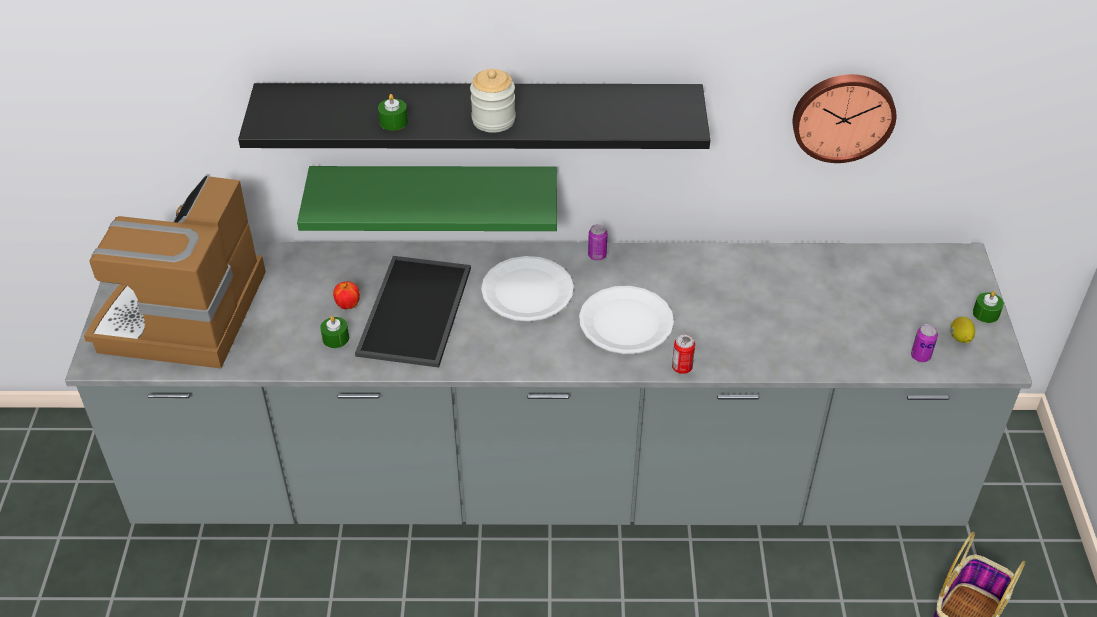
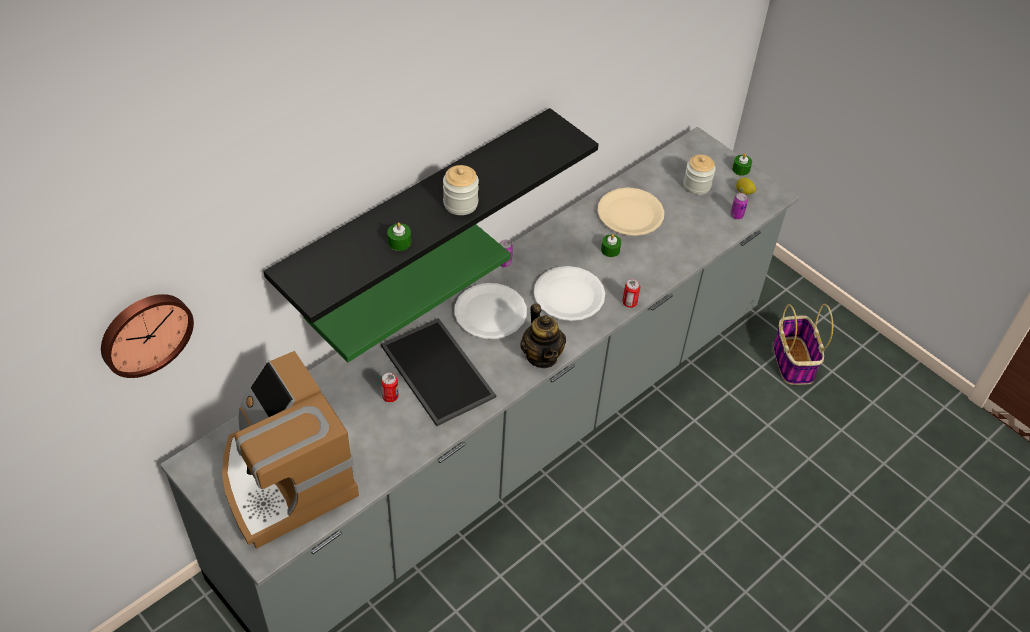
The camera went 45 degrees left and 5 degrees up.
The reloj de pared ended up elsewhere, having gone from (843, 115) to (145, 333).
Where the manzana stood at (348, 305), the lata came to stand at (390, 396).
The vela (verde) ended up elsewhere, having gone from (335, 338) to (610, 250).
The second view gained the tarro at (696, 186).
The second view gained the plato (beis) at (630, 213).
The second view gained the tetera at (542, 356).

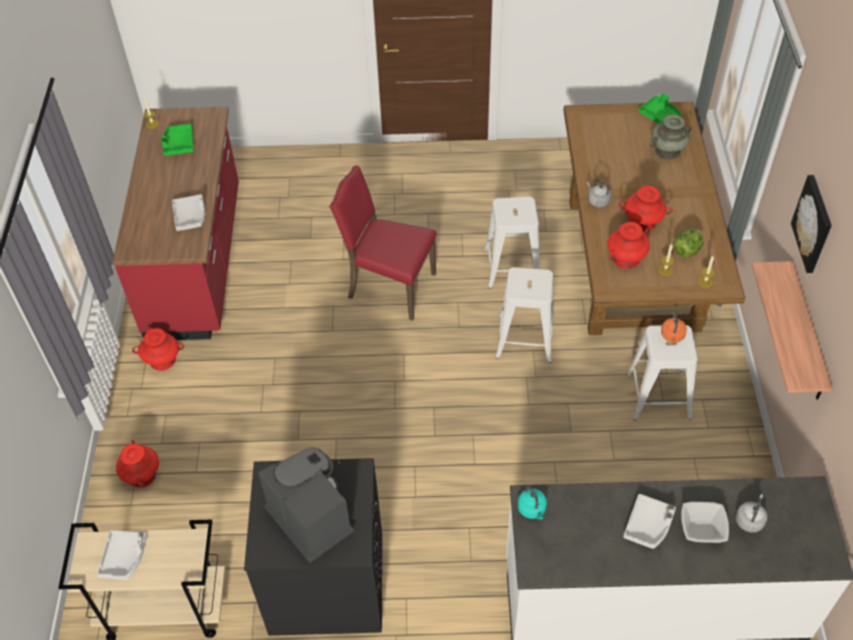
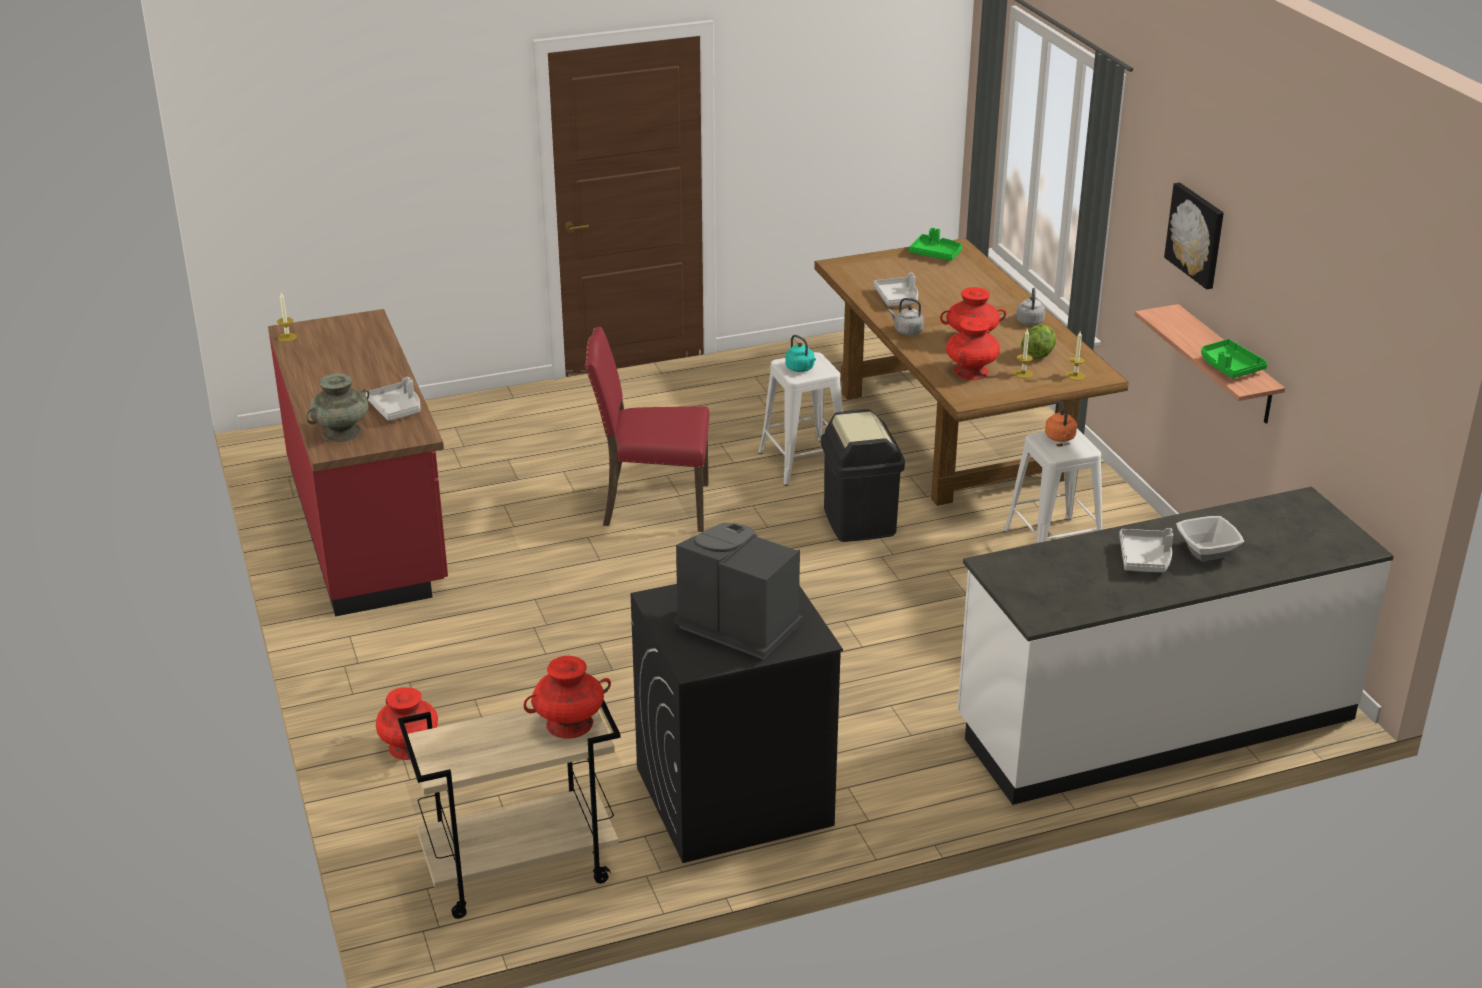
The camera went 20 degrees left and 20 degrees down.
The florero (turquesa) ended up elsewhere, having gone from (667, 151) to (341, 432).
The bandeja (verde) ended up elsewhere, having gone from (179, 144) to (1229, 367).
Where the taburete (blanco) stood at (525, 338), the papelera (negro) came to stand at (858, 522).
The florero (rojo) ended up elsewhere, having gone from (162, 360) to (569, 724).
The hervidor (turquesa) ended up elsewhere, having gone from (532, 509) to (801, 368).
The hervidor (gris) ended up elsewhere, having gone from (750, 520) to (1029, 321).
The bandeja (gris) ended up elsewhere, having gone from (124, 558) to (897, 298).

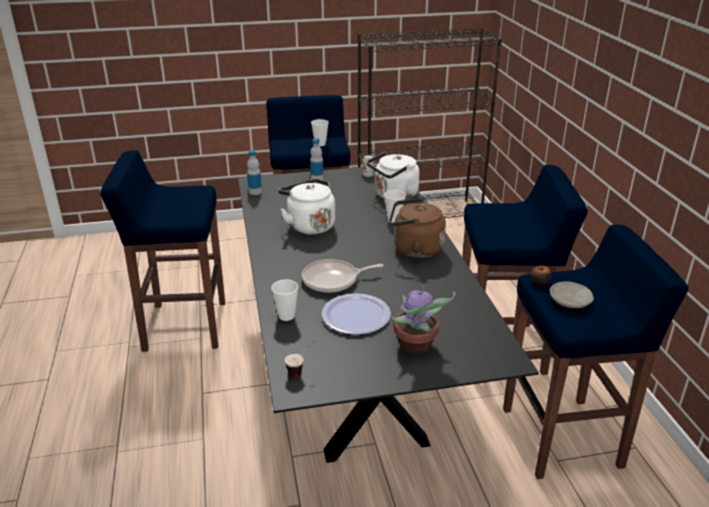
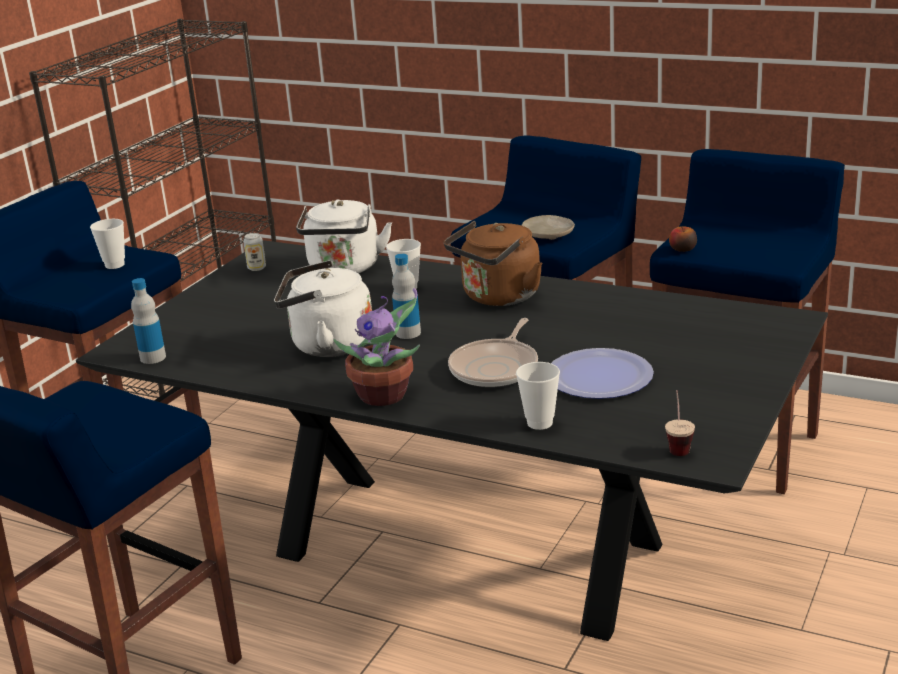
The camera went 50 degrees left and 5 degrees down.
The botella ended up elsewhere, having gone from (317, 179) to (408, 333).
The plato (beis) ended up elsewhere, having gone from (570, 301) to (549, 235).
The planta en maceta ended up elsewhere, having gone from (415, 346) to (385, 396).

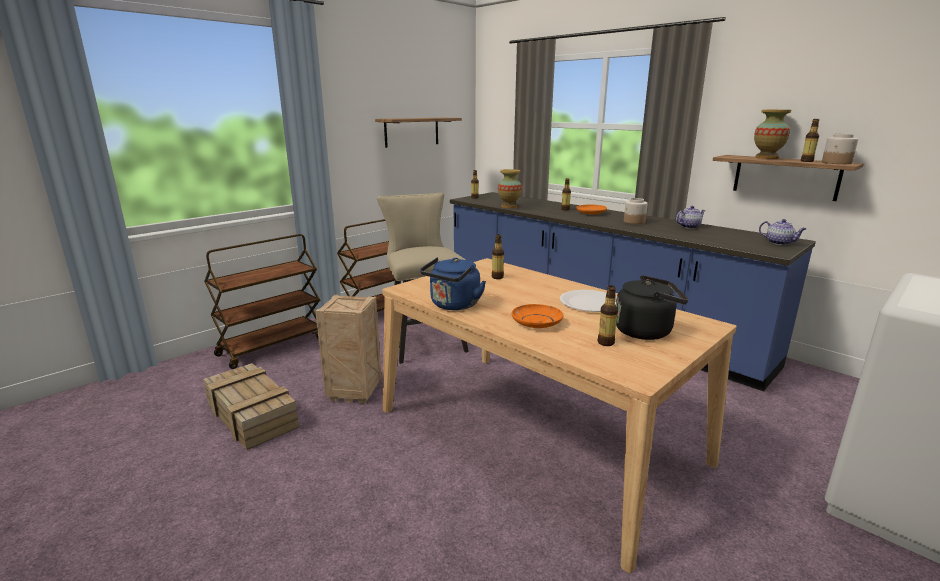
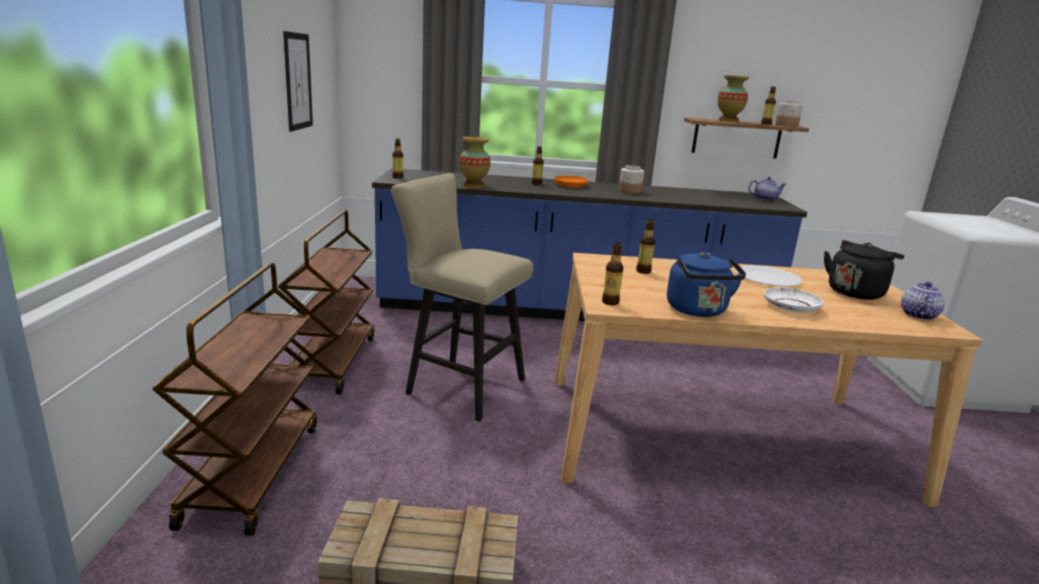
The camera went 45 degrees left and 0 degrees up.
Where the estante hung at (412, 132), the cuadro came to hang at (298, 81).
The tetera ended up elsewhere, having gone from (689, 227) to (917, 315).
The botella ended up elsewhere, having gone from (605, 343) to (610, 302).
The second view lost the caja de embalaje at (355, 392).
What was the plato (naranja) at (536, 322) turned into the plato (blanco) at (791, 307).

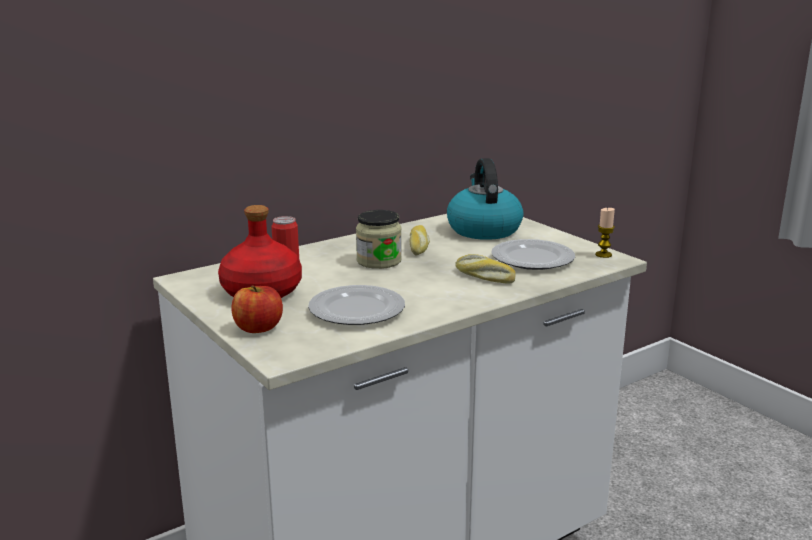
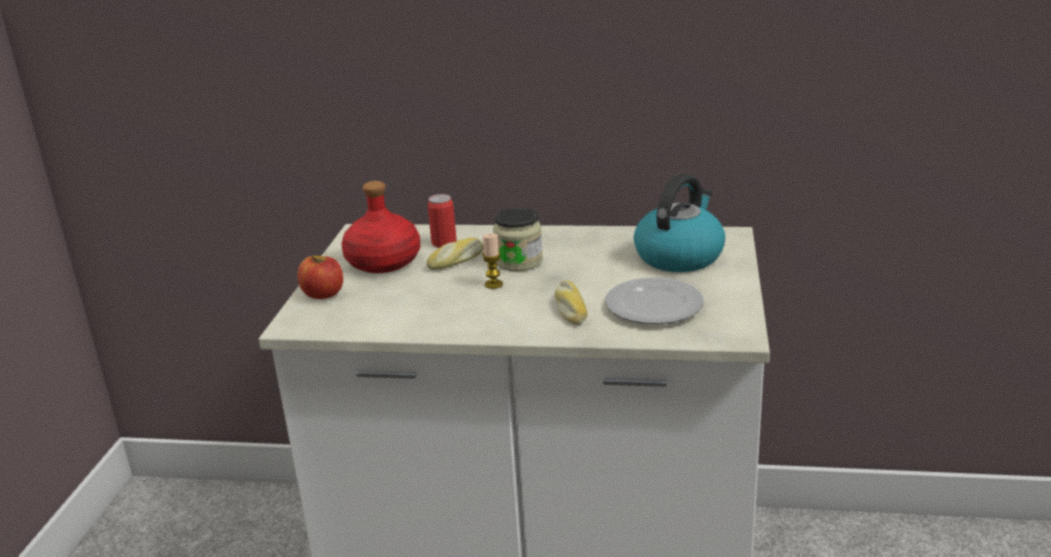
The camera went 45 degrees right and 5 degrees up.
The vela ended up elsewhere, having gone from (603, 255) to (493, 284).
The pan ended up elsewhere, having gone from (419, 247) to (457, 261).
The second view lost the plato at (358, 310).

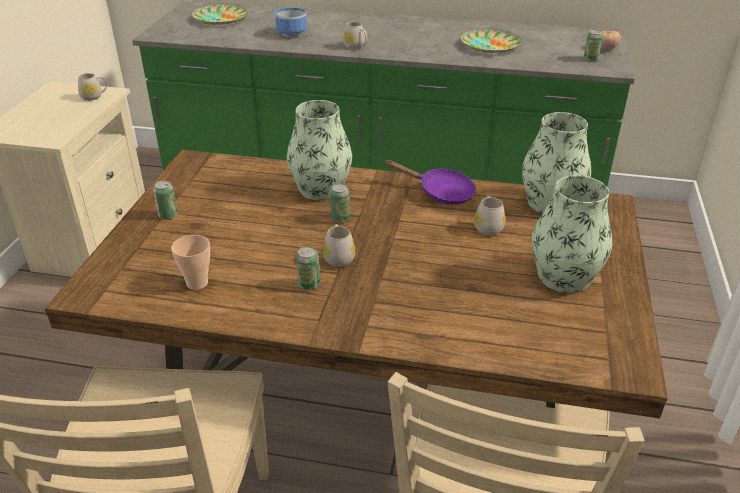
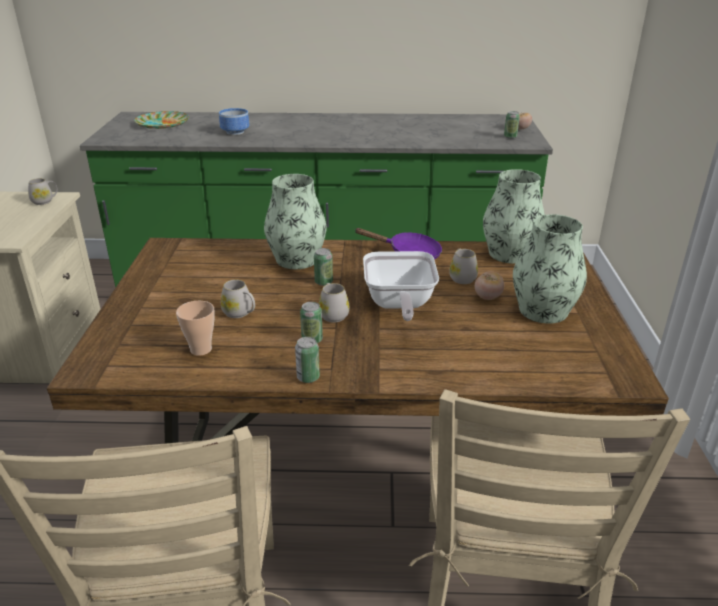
The camera went 10 degrees left and 5 degrees down.
The taza grande (blanco) ended up elsewhere, having gone from (356, 47) to (240, 313).
The second view lost the plato at (490, 45).
The lata ended up elsewhere, having gone from (168, 215) to (308, 377).
The second view gained the sartén at (398, 305).
The second view gained the tomate at (488, 297).

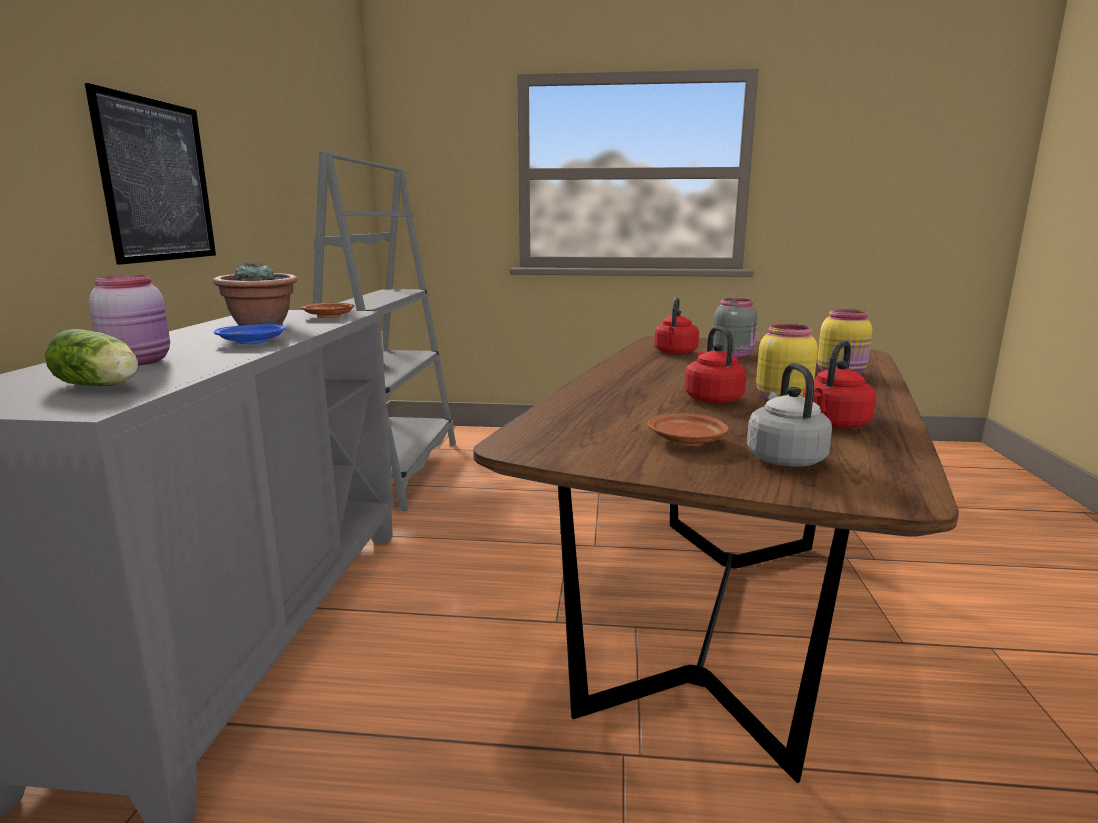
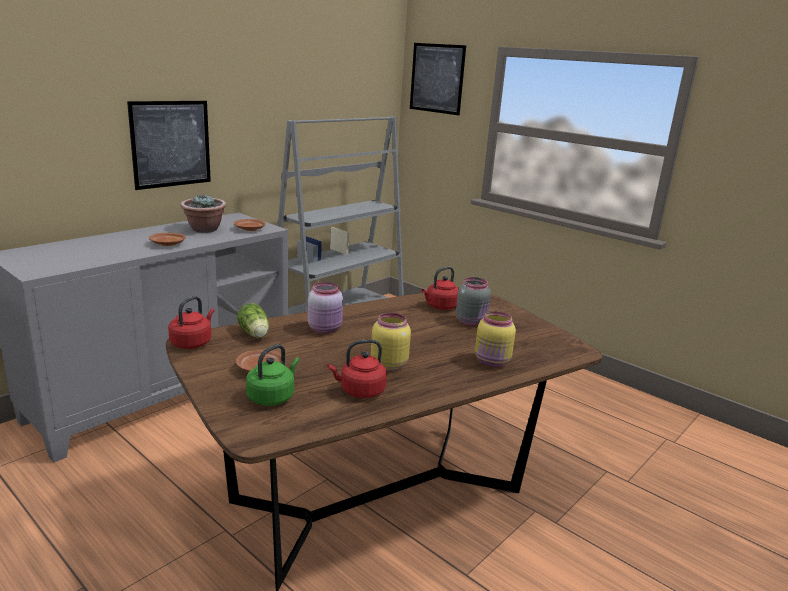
The camera went 35 degrees right and 5 degrees up.
The tarro (rosa) ended up elsewhere, having gone from (140, 361) to (325, 329).
What was the plato (azul) at (253, 342) turned into the plato (marrón) at (168, 244).
The hervidor (rojo) ended up elsewhere, having gone from (712, 398) to (192, 343).
The lechuga ended up elsewhere, having gone from (101, 386) to (255, 334).
What was the hervidor (gris) at (784, 458) turned into the hervidor (verde) at (272, 397).
The second view gained the cuadro at (437, 78).

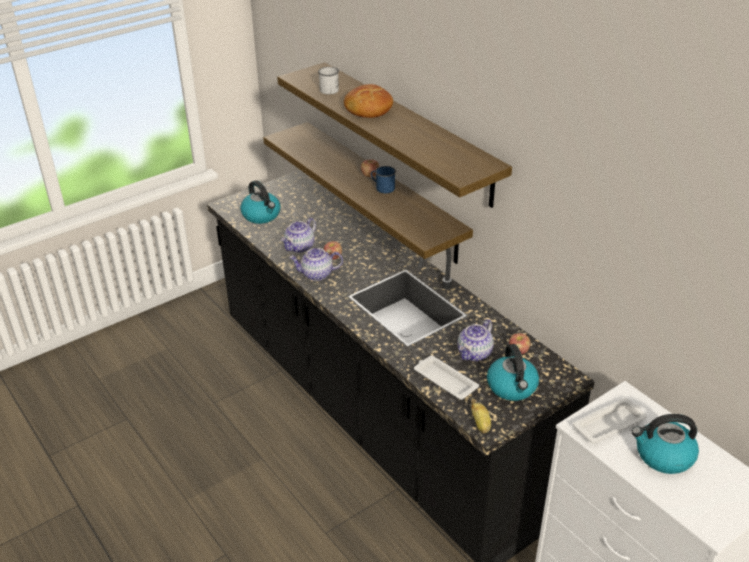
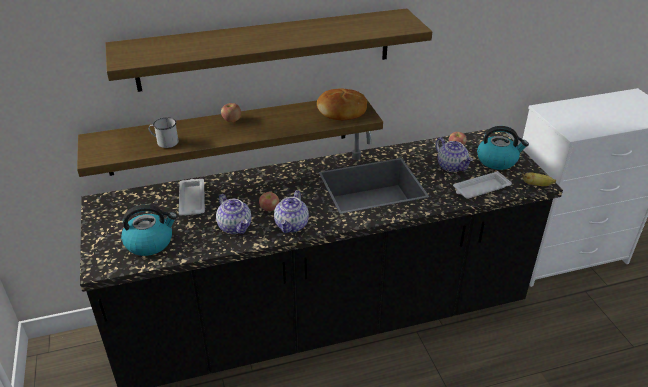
The camera went 70 degrees left and 0 degrees up.
The taza grande (blanco) ended up elsewhere, having gone from (329, 89) to (164, 142).
The pan ended up elsewhere, having gone from (368, 109) to (342, 112).
The second view lost the taza grande (azul) at (382, 188).
The bandeja (blanco) ended up elsewhere, having gone from (610, 424) to (192, 199).
The second view lost the hervidor at (663, 456).

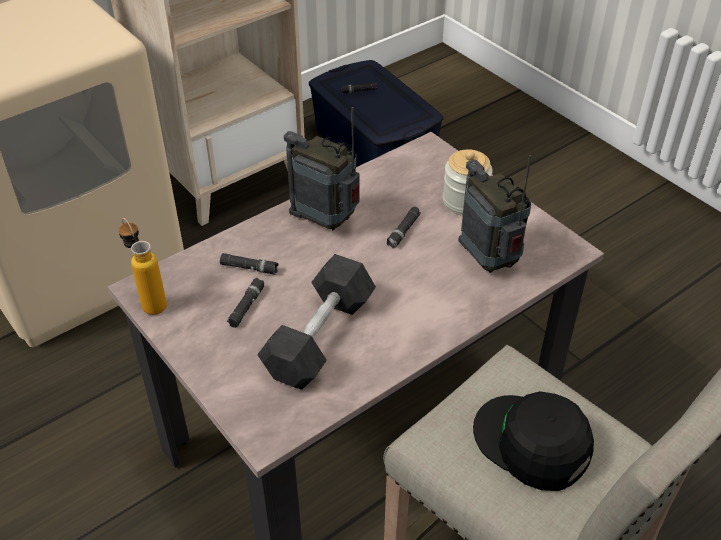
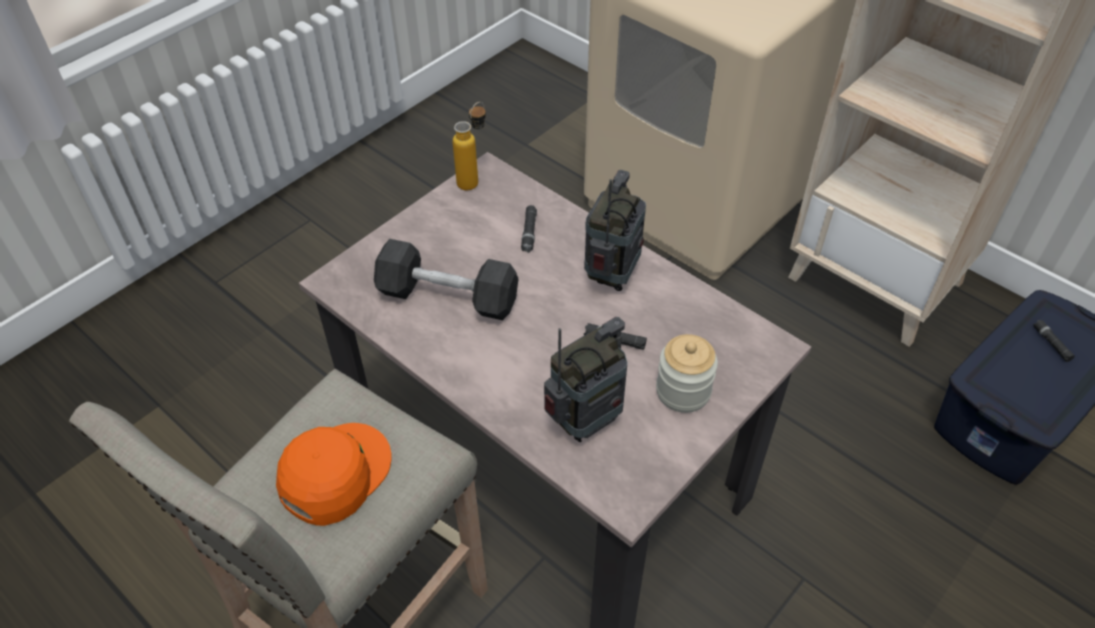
The camera went 80 degrees right and 5 degrees up.
The second view lost the linterna (negro) at (246, 306).
What was the gorra (negro) at (532, 443) turned into the gorra (naranja) at (334, 474).

